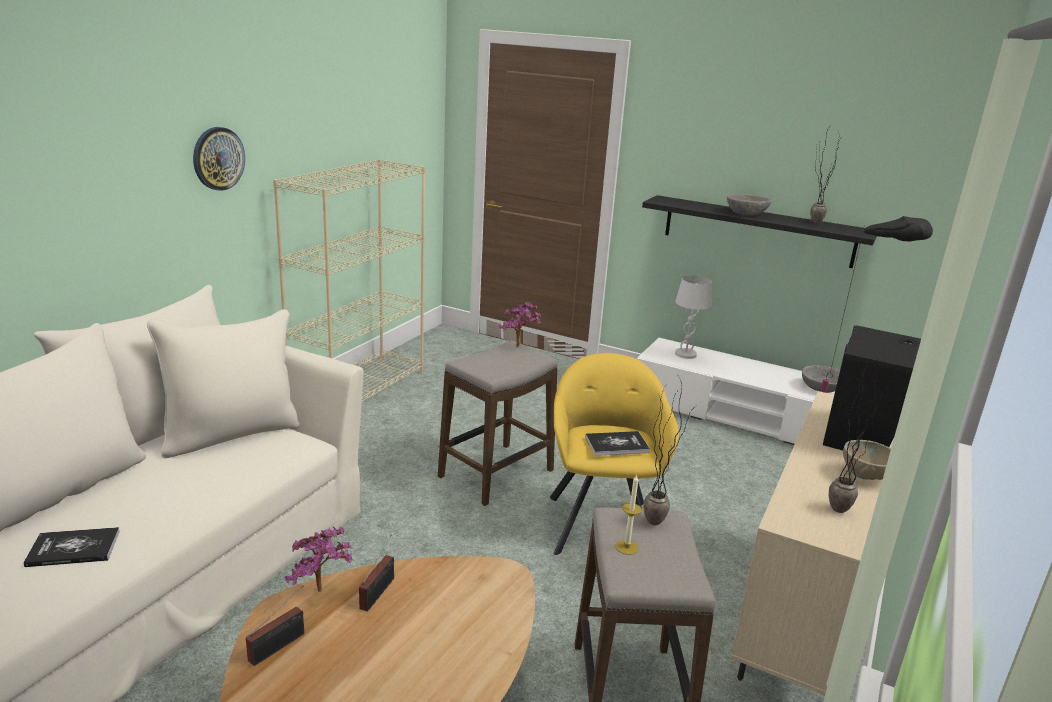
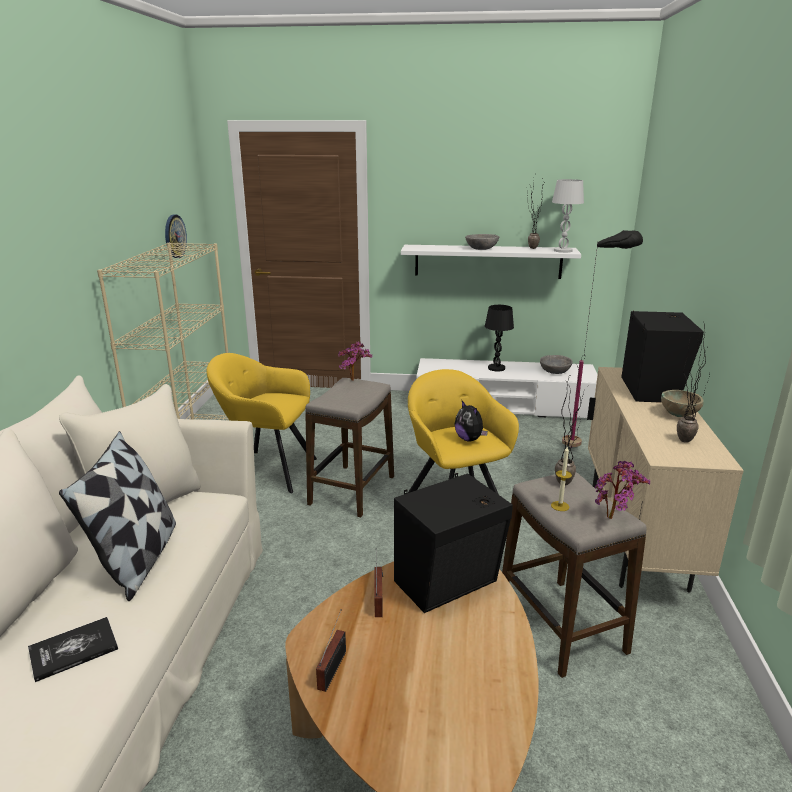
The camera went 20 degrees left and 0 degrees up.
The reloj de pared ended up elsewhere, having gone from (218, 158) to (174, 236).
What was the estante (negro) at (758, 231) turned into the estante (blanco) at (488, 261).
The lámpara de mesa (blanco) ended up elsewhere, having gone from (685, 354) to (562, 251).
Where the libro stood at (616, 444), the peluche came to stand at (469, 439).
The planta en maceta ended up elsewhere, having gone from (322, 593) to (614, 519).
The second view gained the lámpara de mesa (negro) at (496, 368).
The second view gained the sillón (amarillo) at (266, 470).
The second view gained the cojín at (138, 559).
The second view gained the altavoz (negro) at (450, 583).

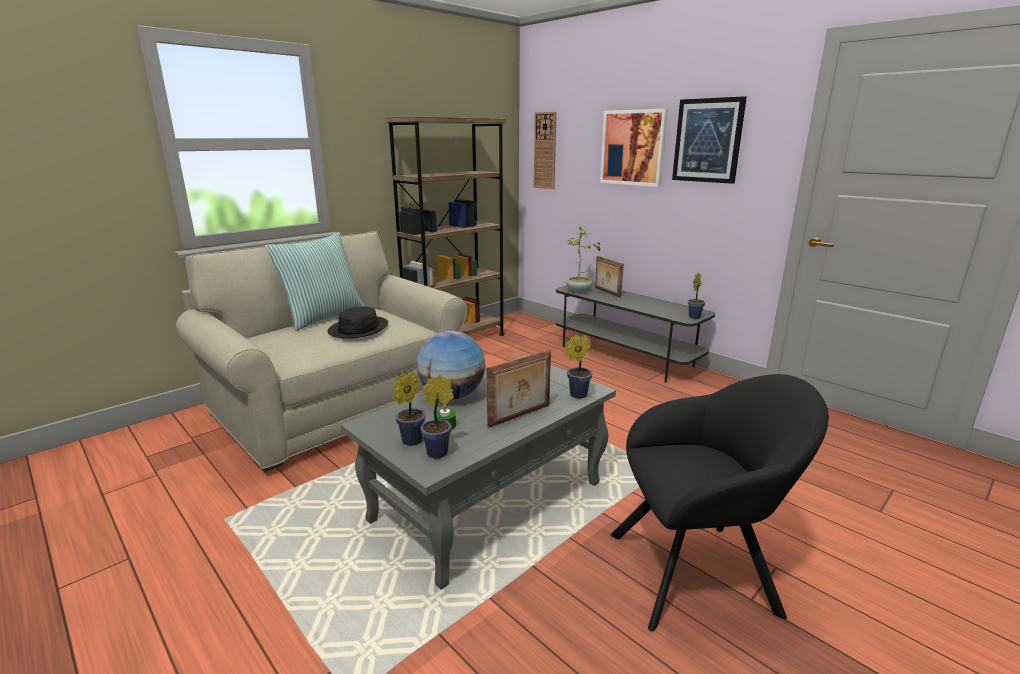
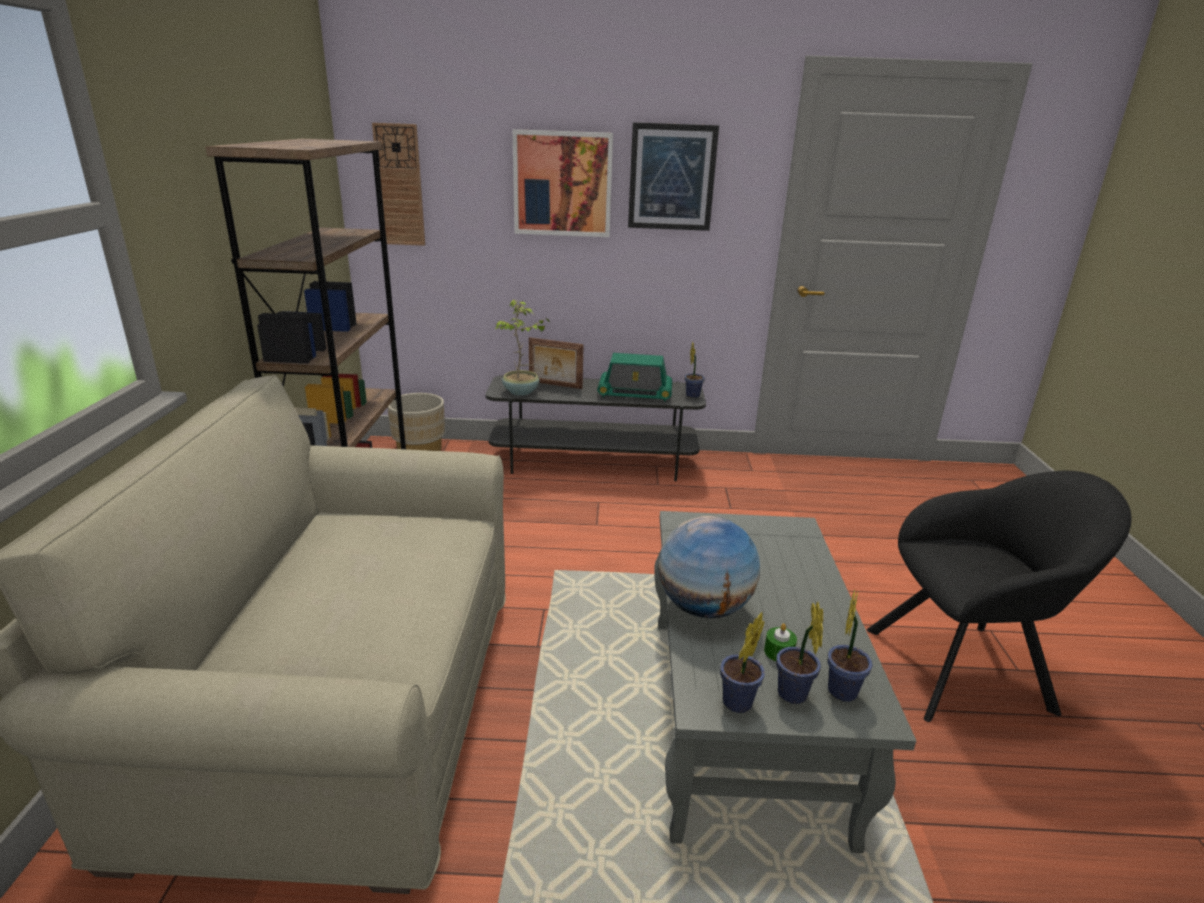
The camera went 45 degrees left and 5 degrees up.
The second view lost the cojín at (323, 317).
The second view lost the sombrero (negro) at (359, 328).
The planta en maceta ended up elsewhere, having gone from (576, 395) to (735, 705).
The second view lost the portarretratos at (520, 416).
The sillón (negro) at (700, 571) ended up facing another way, 45 degrees clockwise from before.
The second view gained the radio at (635, 394).
The second view gained the maceta (beis) at (419, 449).

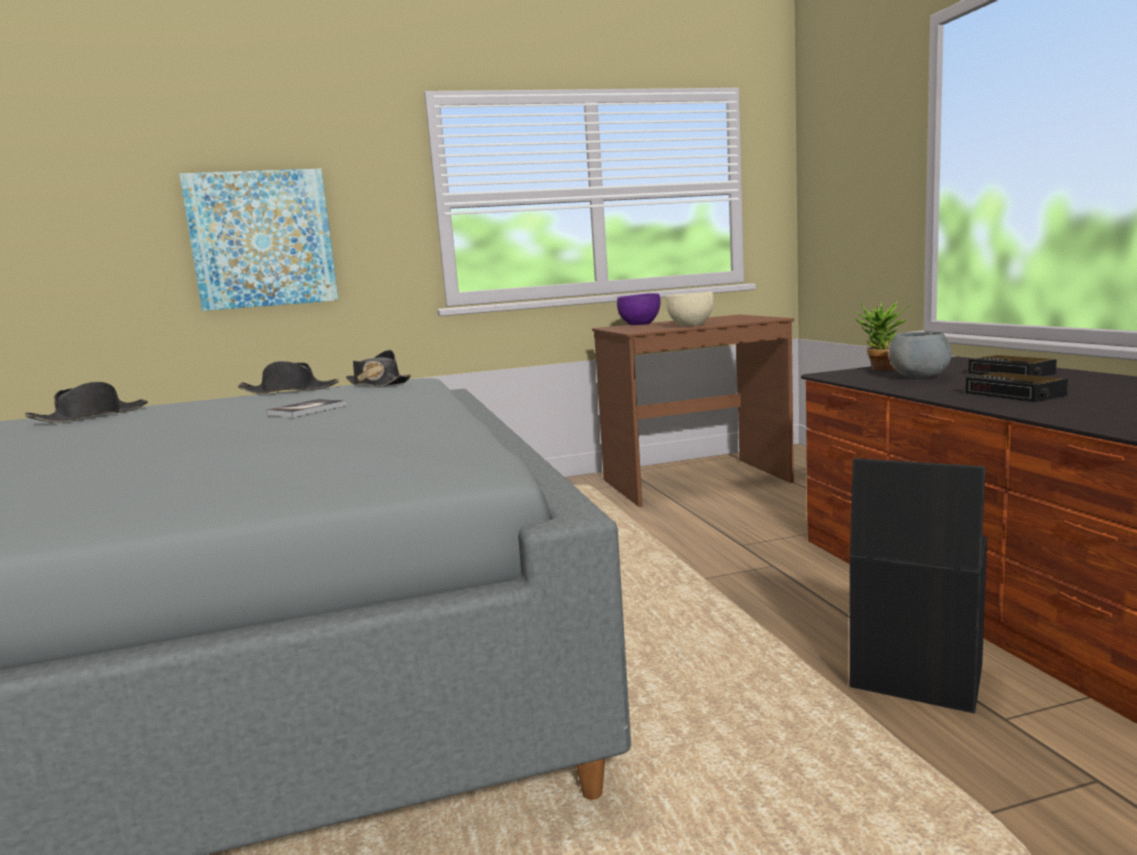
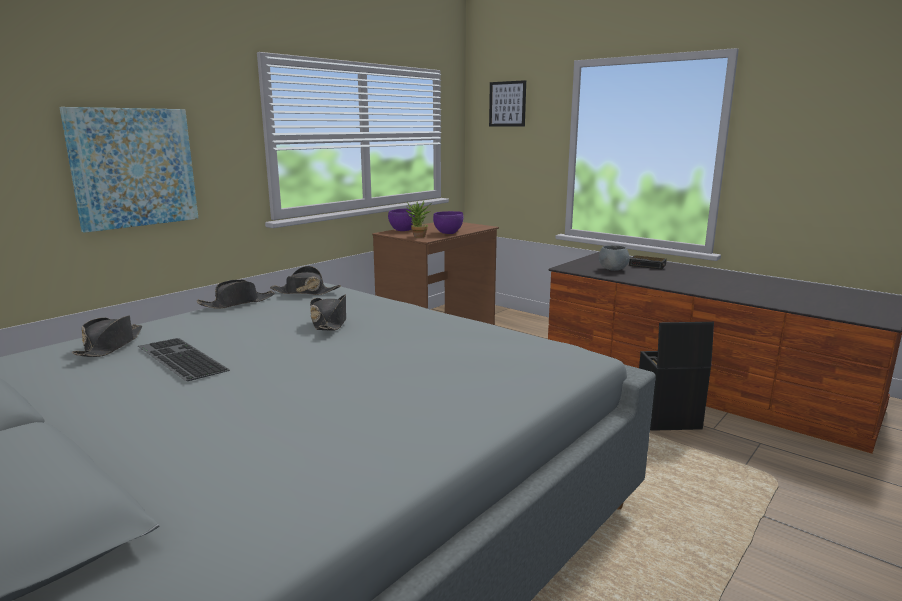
The camera went 35 degrees left and 5 degrees up.
What was the cuenco (beis) at (691, 325) turned into the cuenco (morado) at (448, 233).
The planta en maceta ended up elsewhere, having gone from (880, 369) to (418, 236).
The second view lost the despertador at (1016, 394).
Where the libro stood at (307, 410), the sombrero (negro) came to stand at (329, 322).
The second view gained the cuadro at (507, 104).
The second view gained the teclado at (179, 359).

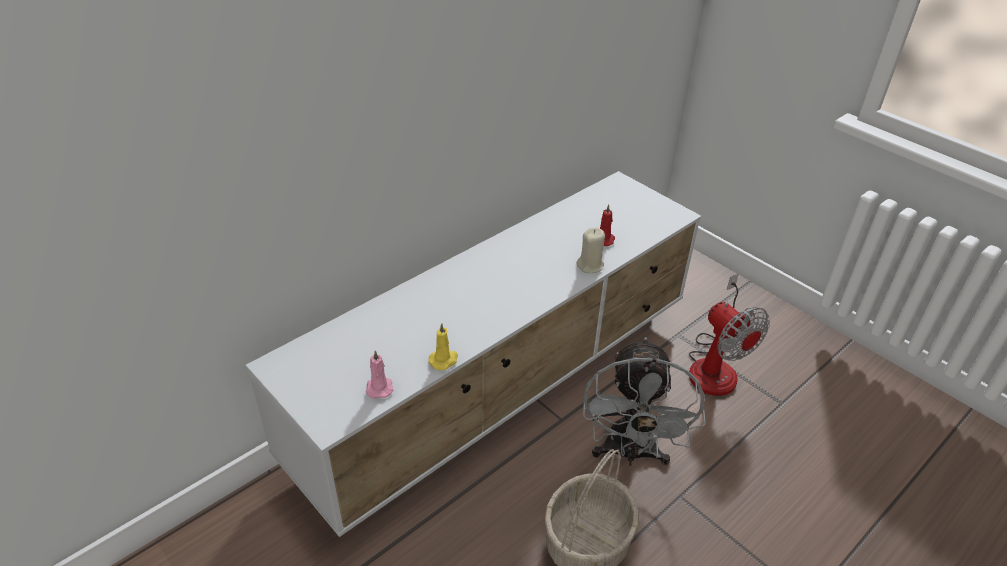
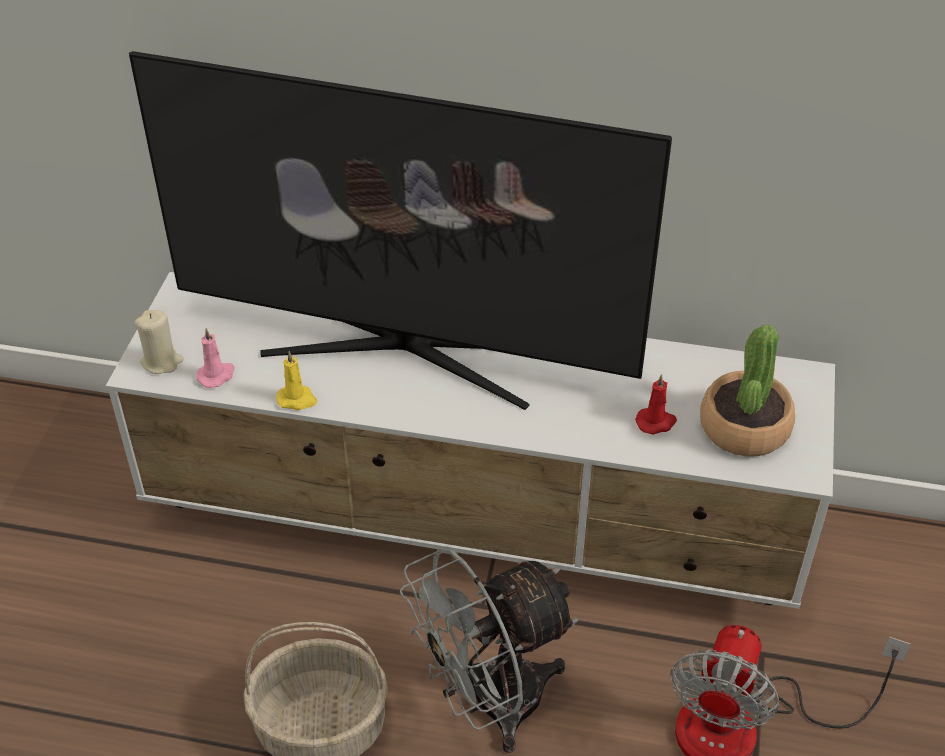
The camera went 55 degrees right and 5 degrees up.
The vela (beis) ended up elsewhere, having gone from (590, 265) to (162, 362).
The second view gained the televisor at (403, 350).
The second view gained the planta en maceta at (744, 427).

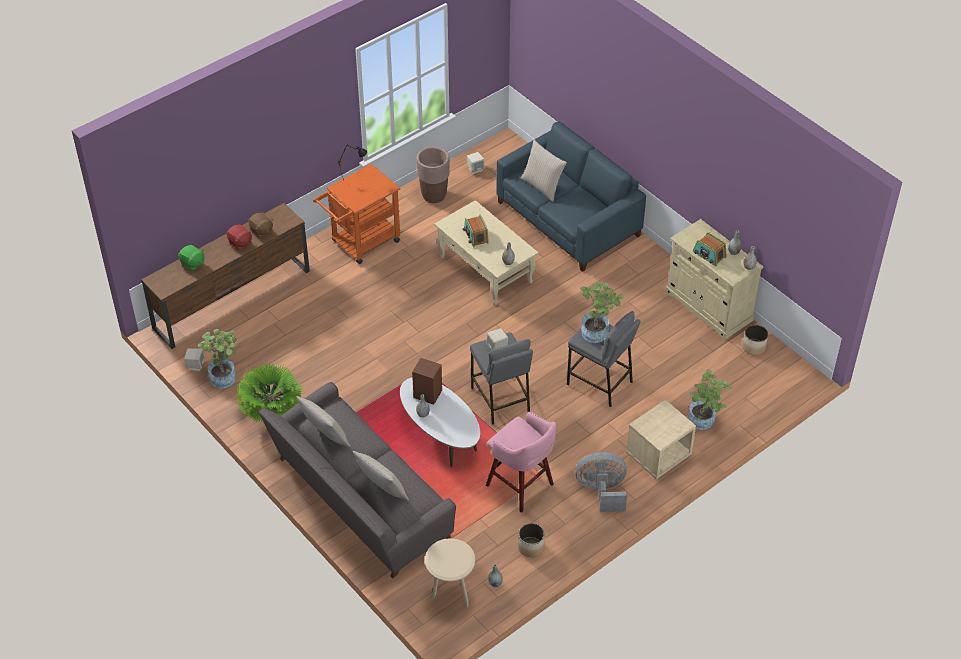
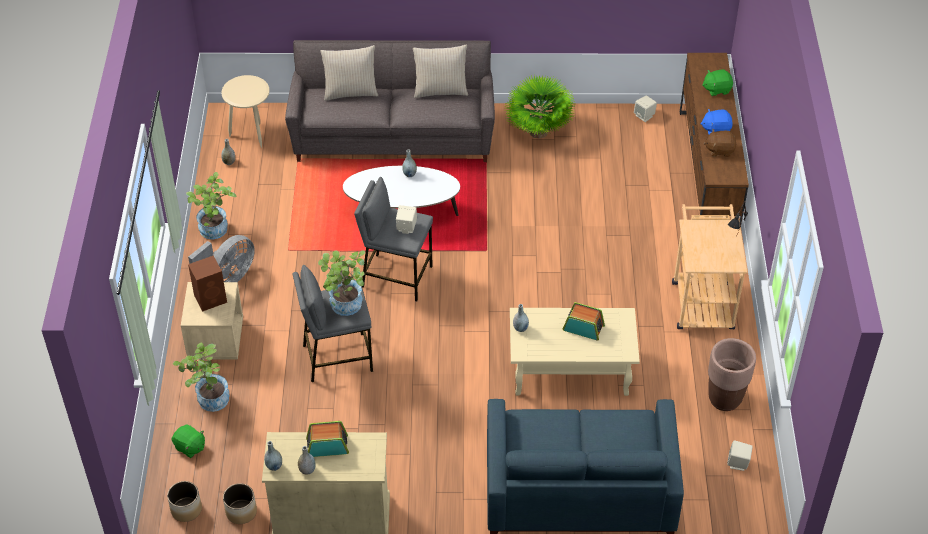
The camera went 130 degrees right and 0 degrees up.
The second view lost the cojín (beis) at (542, 186).
What was the carrito (naranja) at (361, 243) turned into the carrito (beis) at (701, 299).
What was the peluche (rojo) at (240, 243) turned into the peluche (azul) at (716, 129).
The planta en maceta ended up elsewhere, having gone from (224, 375) to (215, 232).
The altavoz (marrón) ended up elsewhere, having gone from (427, 393) to (211, 298).
The second view lost the taburete (rosa) at (521, 486).
The maceta ended up elsewhere, having gone from (530, 547) to (186, 509).
The second view gained the peluche (verde) at (190, 447).

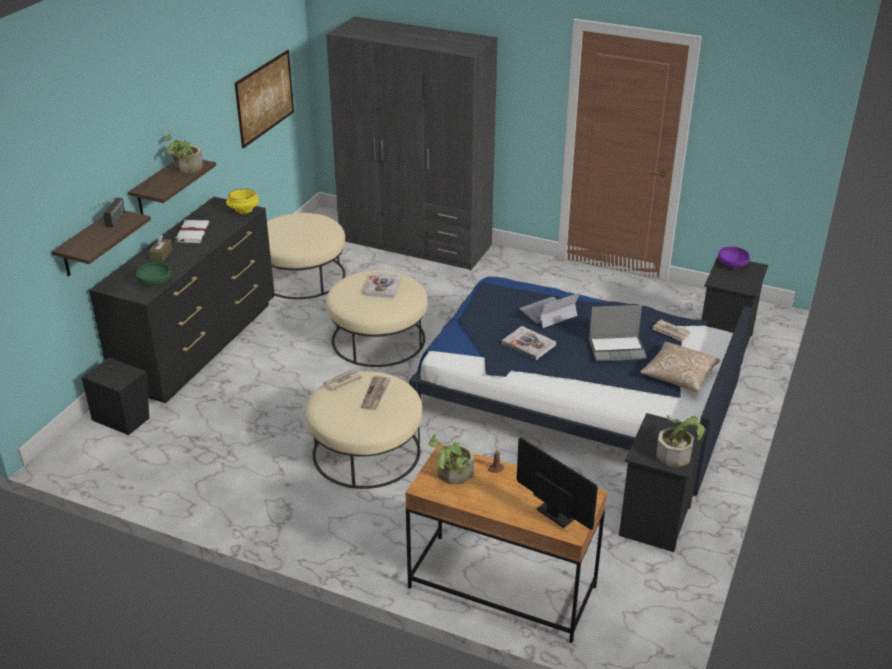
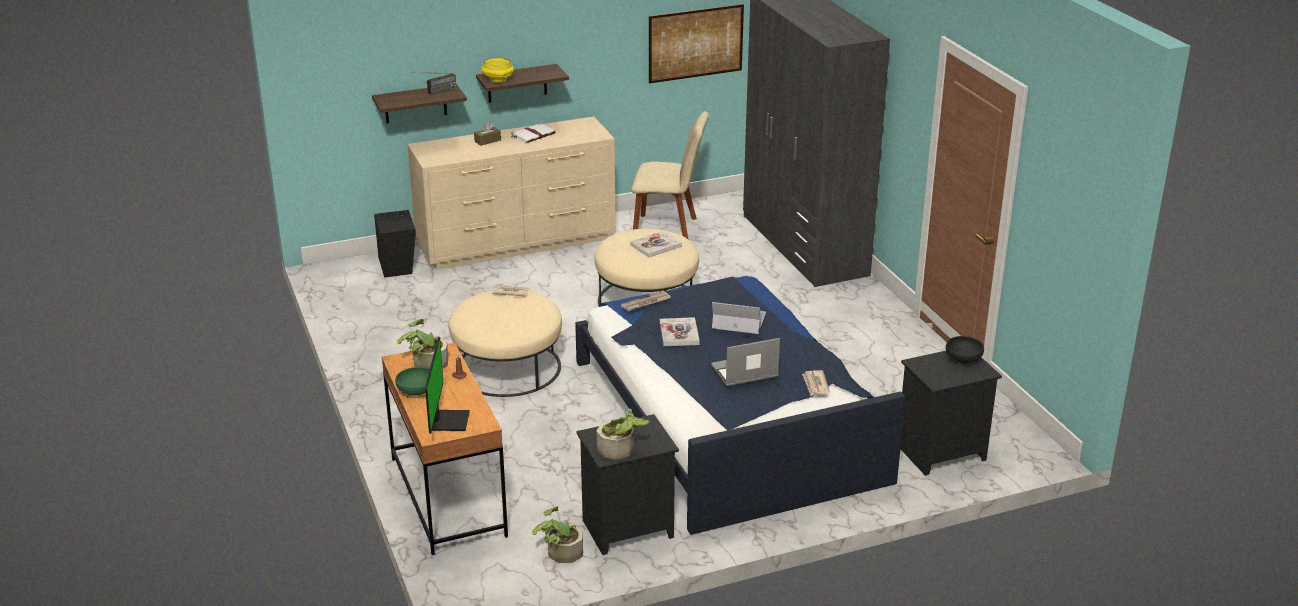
The camera went 45 degrees right and 5 degrees down.
The planta en maceta ended up elsewhere, having gone from (185, 168) to (560, 552).
The cuenco (amarillo) ended up elsewhere, having gone from (243, 210) to (497, 80).
What was the cómoda (negro) at (199, 344) turned into the cómoda (beis) at (517, 243).
Where the puf (beis) stood at (302, 276), the silla (beis) came to stand at (668, 230).
What was the cuenco (morado) at (732, 265) turned into the cuenco (negro) at (963, 358).
The cuenco (verde) ended up elsewhere, having gone from (155, 282) to (416, 391).
The portátil at (617, 349) ended up facing another way, 120 degrees clockwise from before.
The second view lost the cojín at (678, 376).
The periódico ended up elsewhere, having gone from (376, 394) to (646, 303).

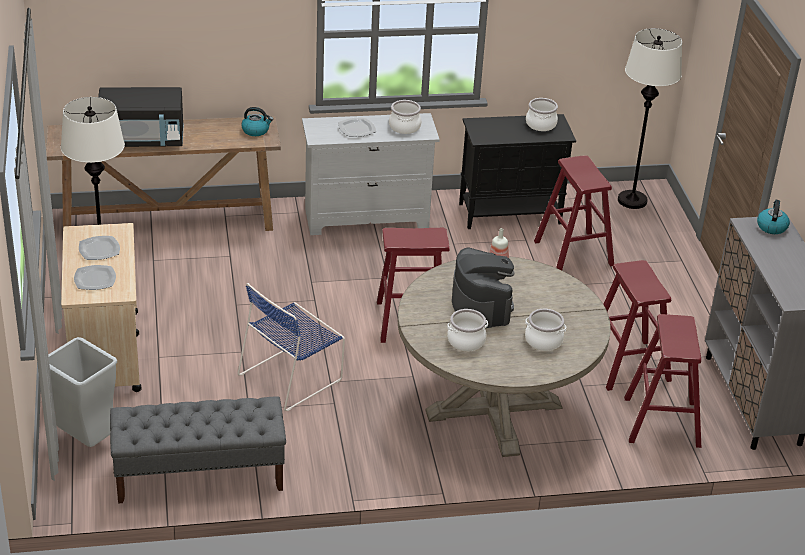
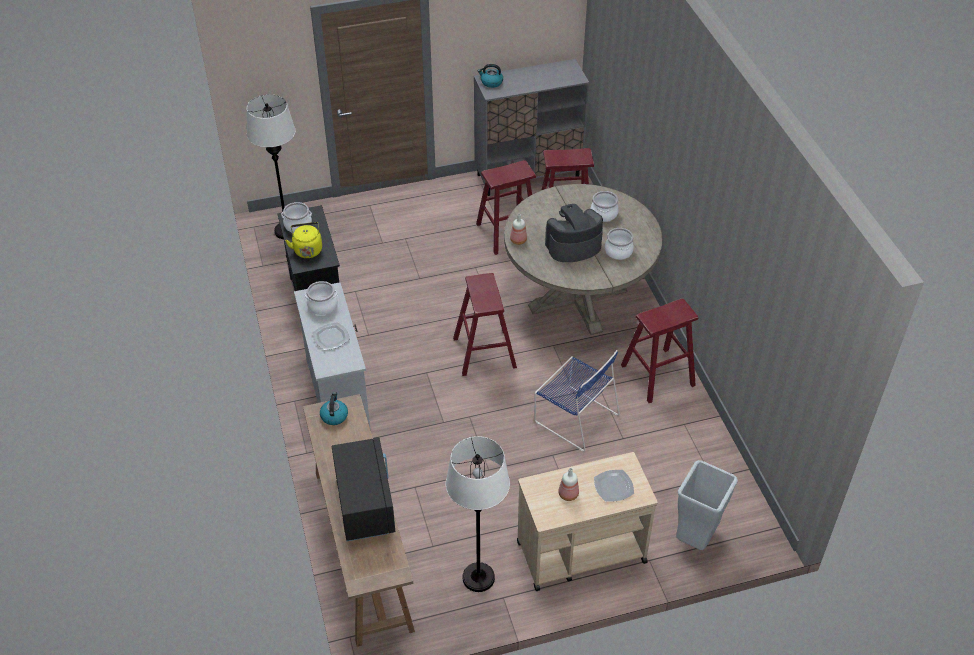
The camera went 95 degrees left and 10 degrees up.
The taburete (rojo) ended up elsewhere, having gone from (573, 253) to (657, 375).
Where the plato stood at (99, 249), the botella came to stand at (567, 494).
The second view lost the banco (gris) at (199, 476).
The second view gained the hervidor (amarillo) at (307, 249).

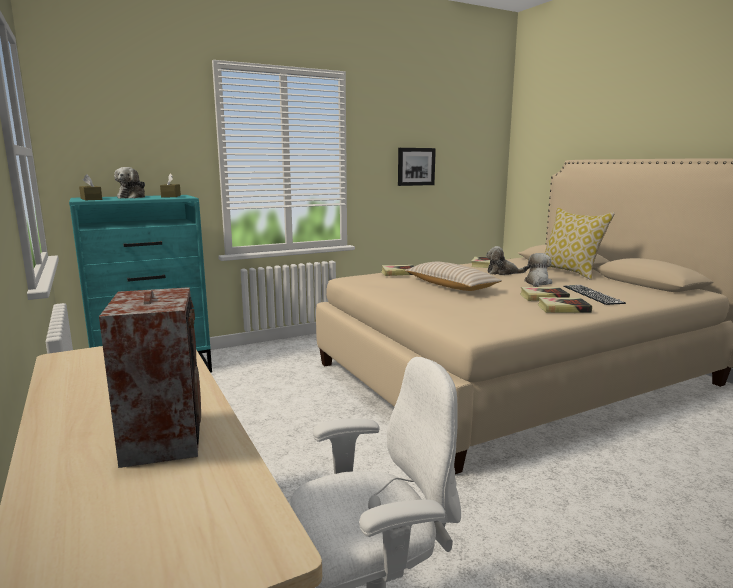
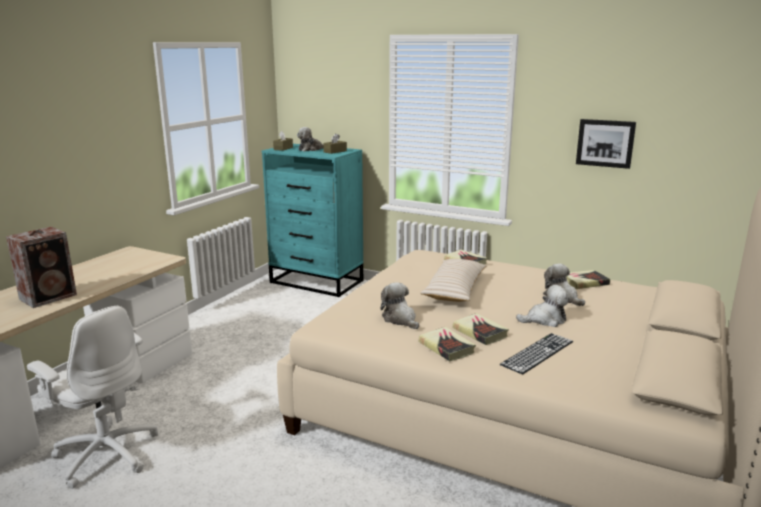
The camera went 55 degrees right and 5 degrees up.
The second view lost the cojín at (570, 272).
The second view gained the peluche at (400, 319).

